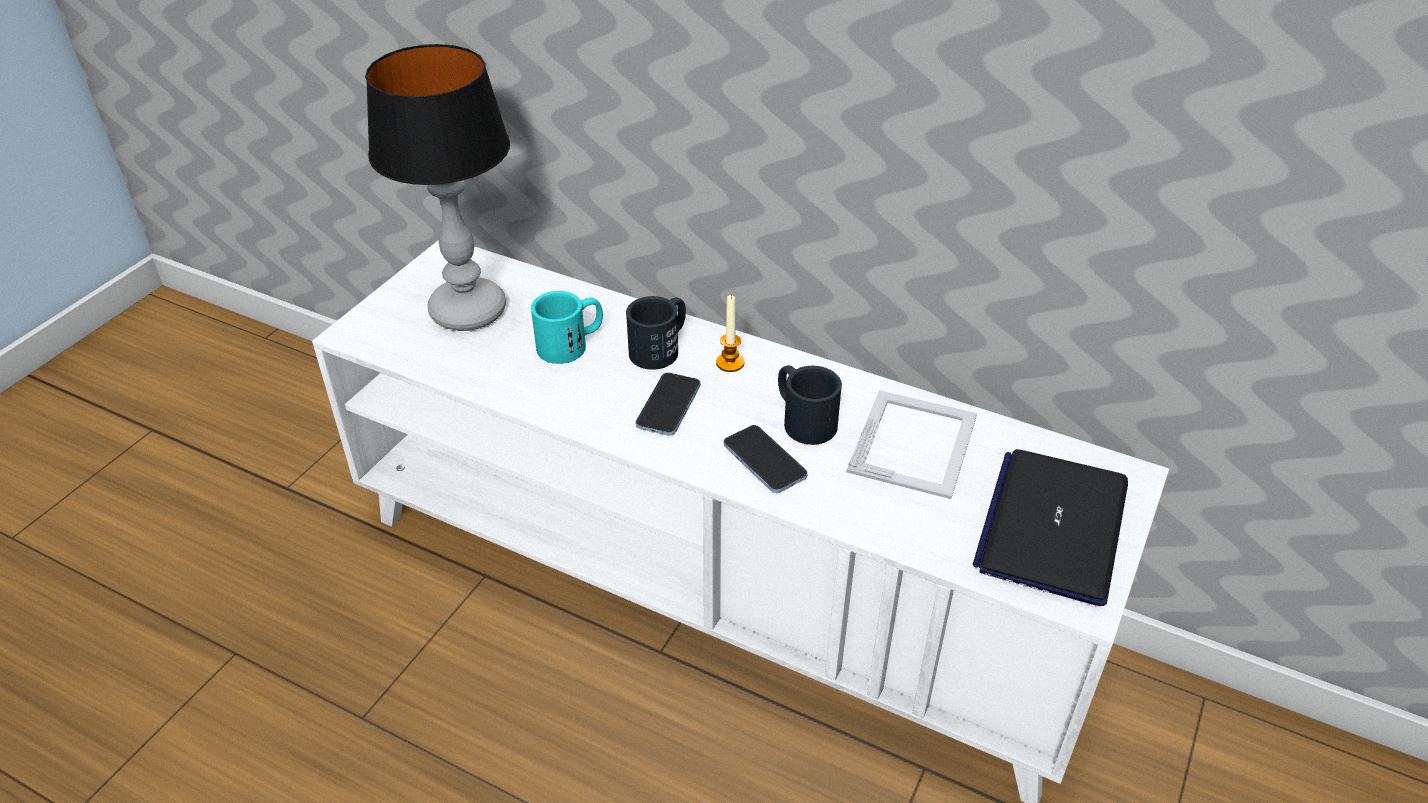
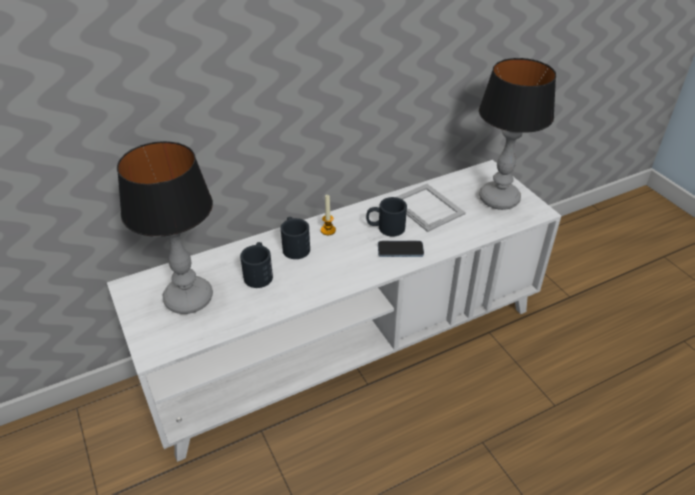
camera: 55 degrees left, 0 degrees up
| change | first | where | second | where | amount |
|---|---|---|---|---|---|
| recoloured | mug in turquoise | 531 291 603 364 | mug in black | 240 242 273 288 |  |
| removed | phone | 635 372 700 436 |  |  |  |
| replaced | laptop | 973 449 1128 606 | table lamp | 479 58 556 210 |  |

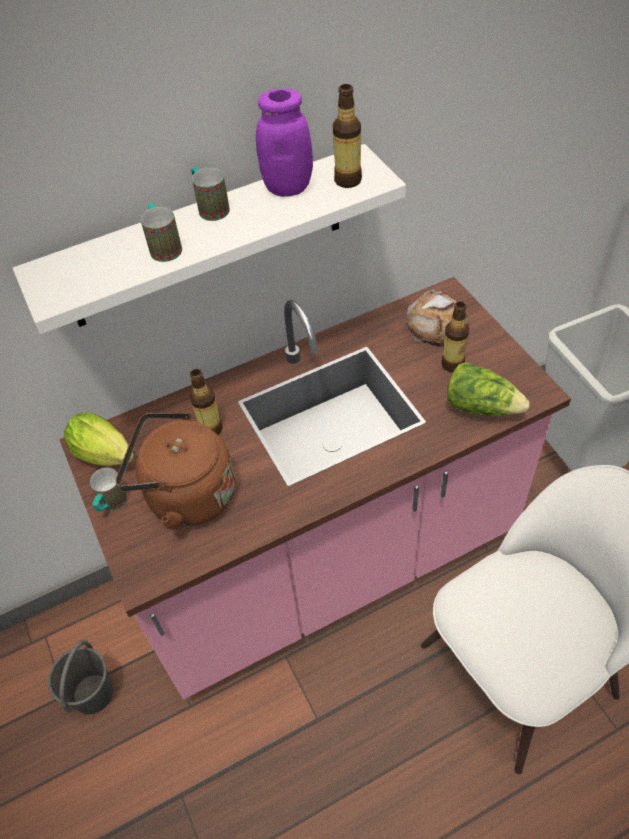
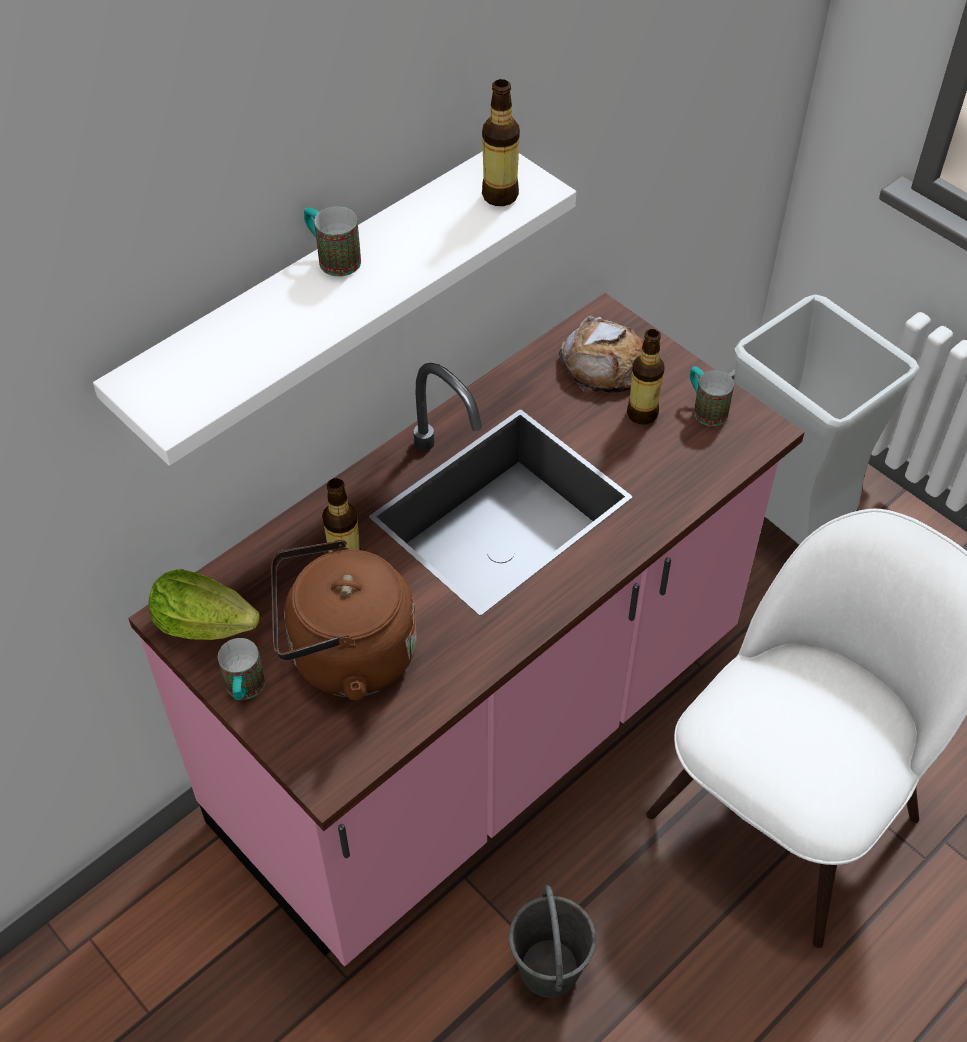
camera: 20 degrees left, 0 degrees up
| change | first | where | second | where | amount |
|---|---|---|---|---|---|
| removed | jar in purple | 256 89 313 197 |  |  |  |
| moved | mug | 141 203 182 262 |  | 690 366 734 426 |  |
| removed | lettuce | 447 362 530 416 |  |  |  |
| moved | bucket in grey | 48 640 113 714 |  | 509 885 596 998 |  |

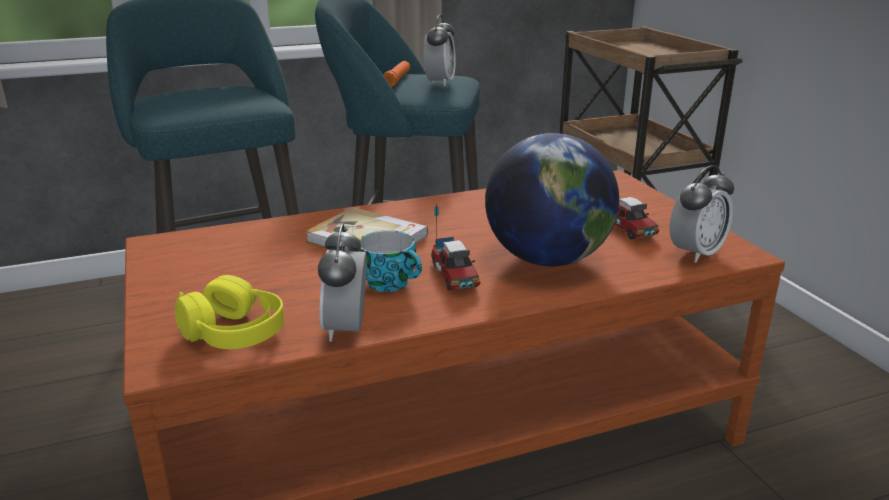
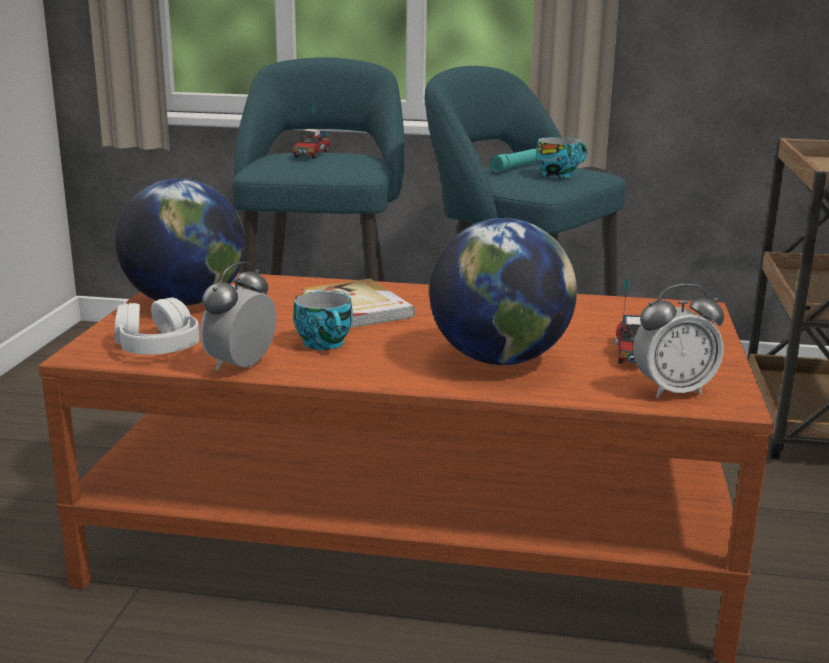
camera: 30 degrees right, 5 degrees down
| change | first | where | second | where | amount |
|---|---|---|---|---|---|
| replaced | alarm clock | 423 15 456 86 | cup | 537 137 587 178 |  |
| recoloured | flashlight in orange | 383 61 410 87 | flashlight in turquoise | 490 148 538 172 |  |
| moved | toy truck | 431 203 480 290 |  | 292 104 331 159 |  |
| recoloured | headphones in yellow | 175 275 285 349 | headphones in white | 114 298 199 355 |  |
| added |  |  | globe | 115 179 245 306 |  |

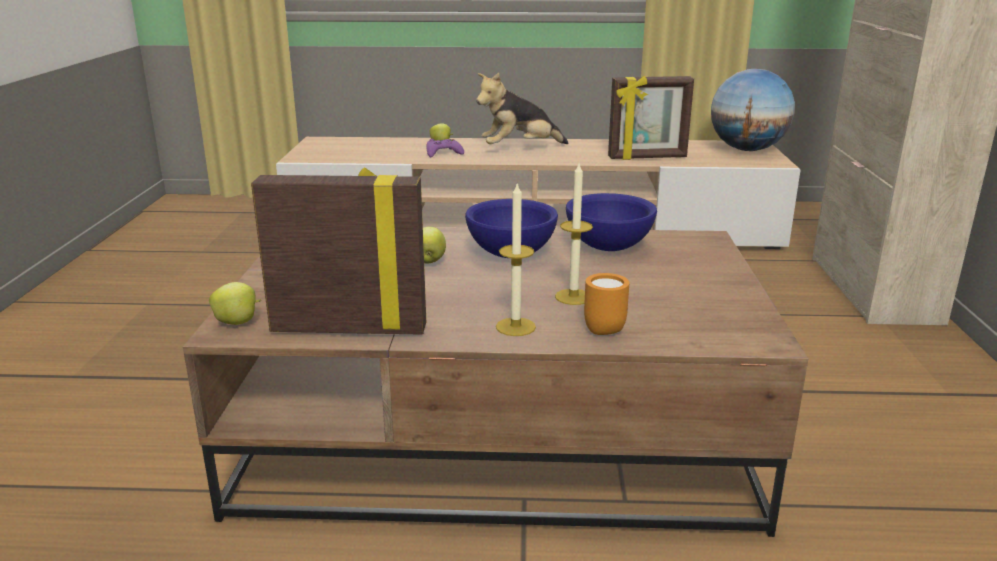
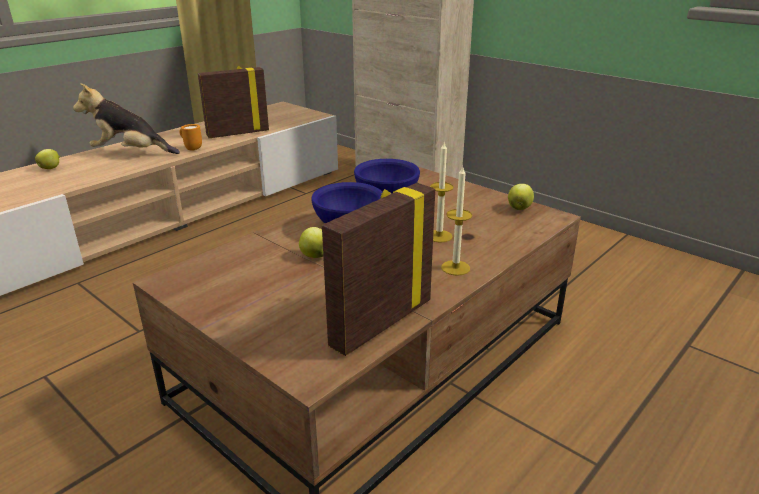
camera: 50 degrees left, 5 degrees up
| change | first | where | second | where | amount |
|---|---|---|---|---|---|
| removed | globe | 711 69 795 151 |  |  |  |
| turned | plush toy | 476 73 568 144 |  | 73 83 180 154 | 75 degrees clockwise |
| turned | picture frame | 608 76 694 160 |  | 198 66 269 138 | 150 degrees counterclockwise |
| removed | game controller in purple | 427 139 464 157 |  |  |  |
| moved | mug in orange | 584 273 629 335 |  | 179 124 202 151 |  |
| moved | apple | 209 282 261 325 |  | 508 184 534 210 |  |

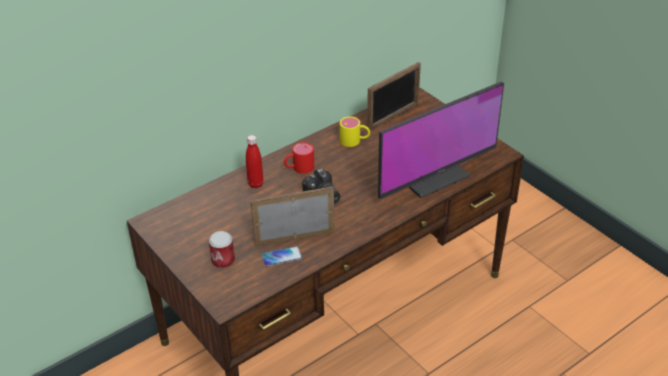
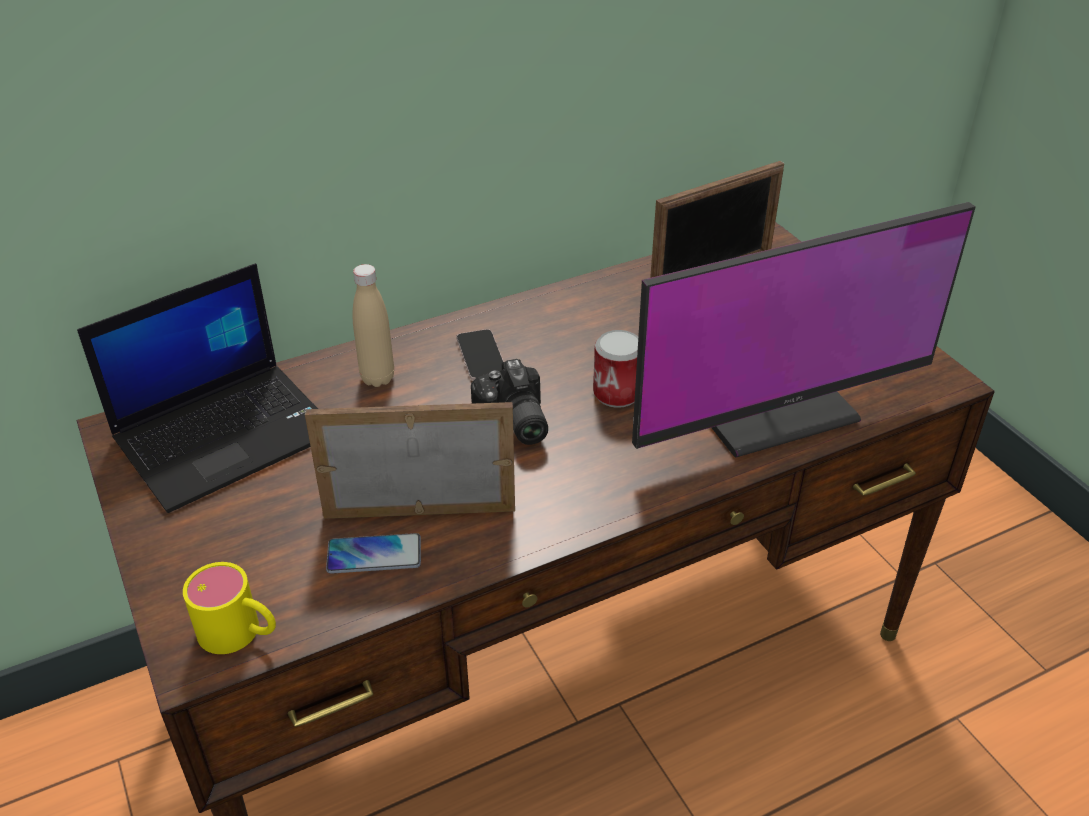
camera: 10 degrees right, 0 degrees up
| change | first | where | second | where | amount |
|---|---|---|---|---|---|
| moved | mug in yellow | 340 116 370 147 |  | 183 562 276 654 |  |
| recoloured | bottle in red | 246 135 263 188 | bottle in beige | 353 264 394 387 |  |
| replaced | mug in red | 284 142 314 174 | phone | 456 329 504 380 |  |
| moved | can | 209 231 235 269 |  | 593 330 638 408 |  |
| added |  |  | laptop | 77 263 318 513 |  |

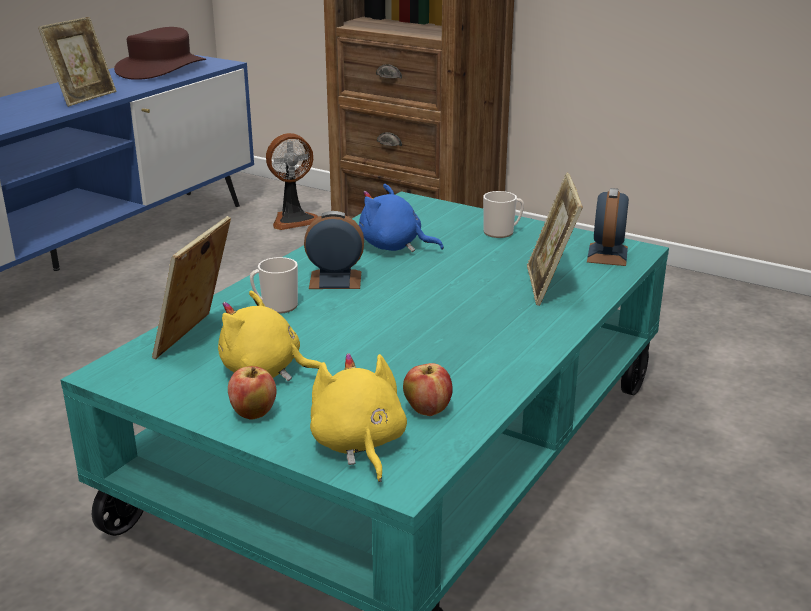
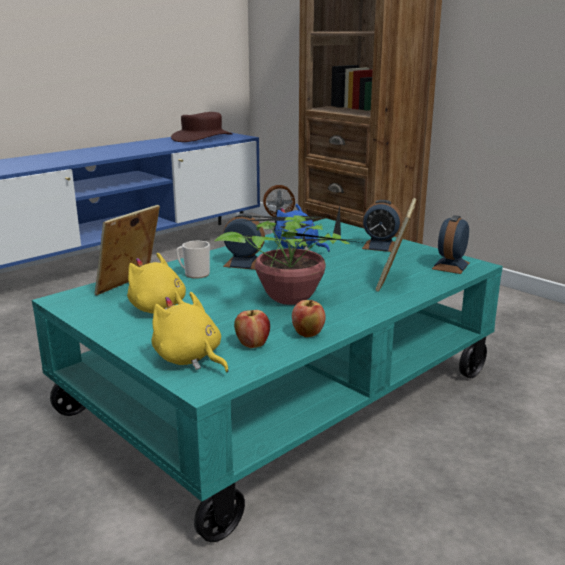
camera: 15 degrees right, 5 degrees down
| change | first | where | second | where | amount |
|---|---|---|---|---|---|
| removed | picture frame | 38 17 116 107 |  |  |  |
| replaced | mug | 483 191 524 238 | alarm clock | 362 200 402 252 |  |
| turned | plush toy in yellow | 310 353 407 482 |  | 151 292 229 372 | 45 degrees counterclockwise |
| moved | apple | 228 366 277 420 |  | 292 300 326 337 |  |
| added |  |  | potted plant | 215 206 362 305 |  |

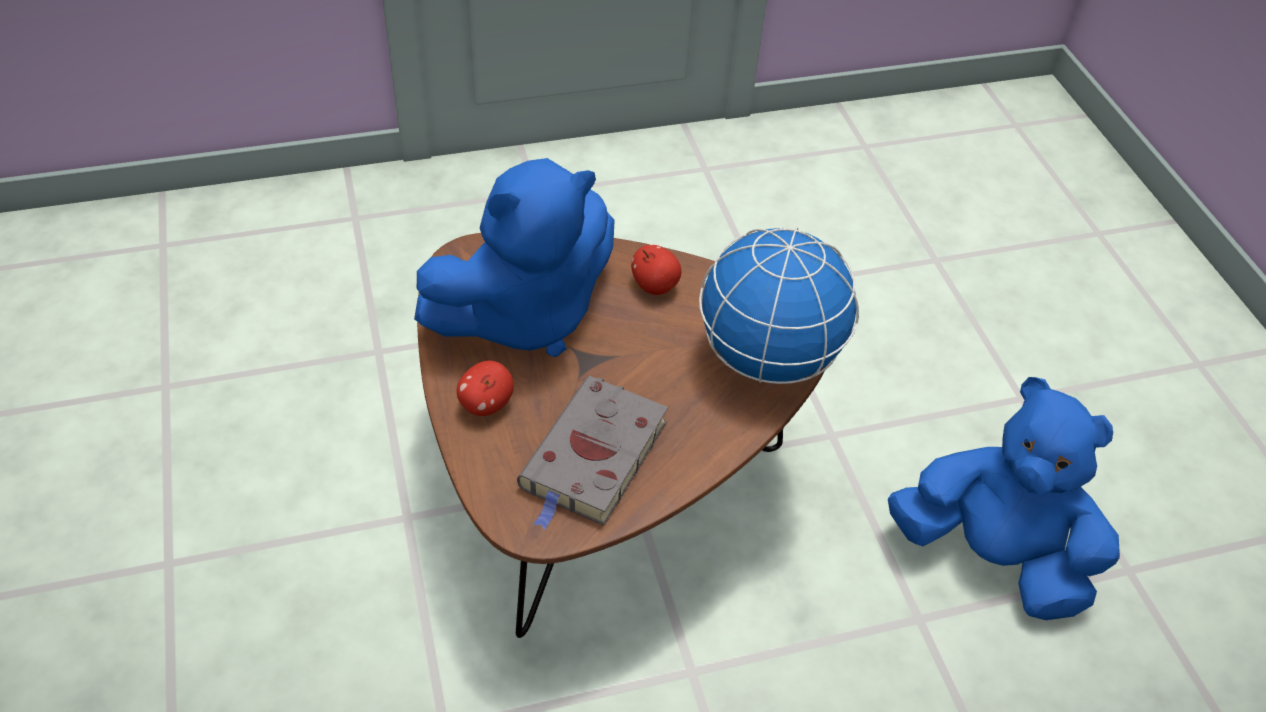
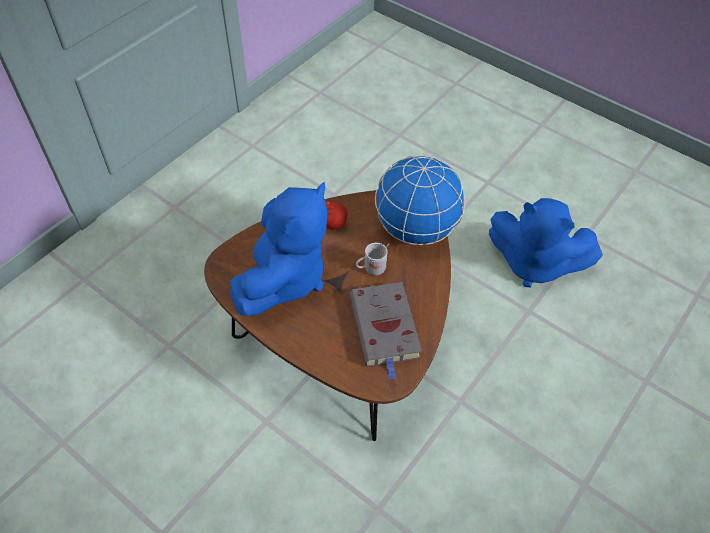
camera: 35 degrees left, 5 degrees up
| change | first | where | second | where | amount |
|---|---|---|---|---|---|
| removed | apple | 457 361 514 416 |  |  |  |
| turned | plush toy in blue | 888 377 1120 620 |  | 489 198 603 287 | 150 degrees counterclockwise |
| added |  |  | mug in white | 356 243 390 276 |  |

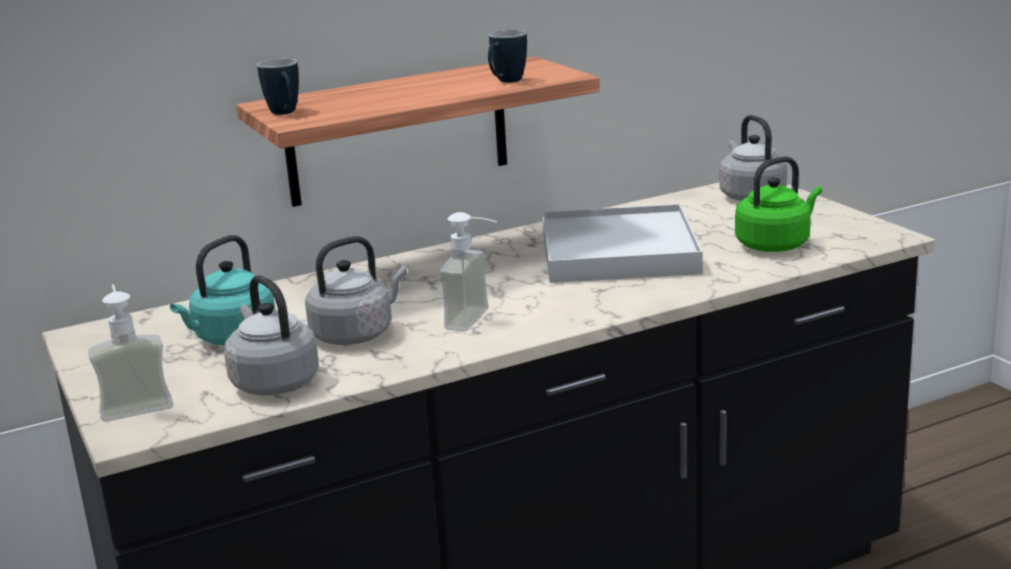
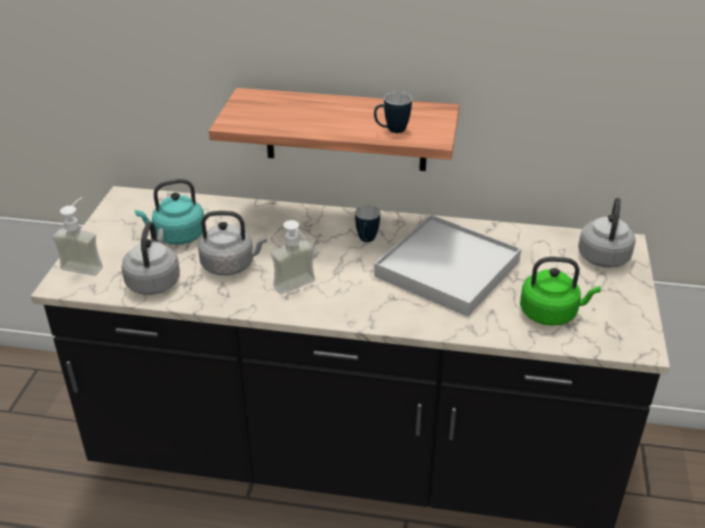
camera: 35 degrees right, 15 degrees up
| change | first | where | second | where | amount |
|---|---|---|---|---|---|
| moved | mug | 257 58 299 115 |  | 355 205 380 242 |  |

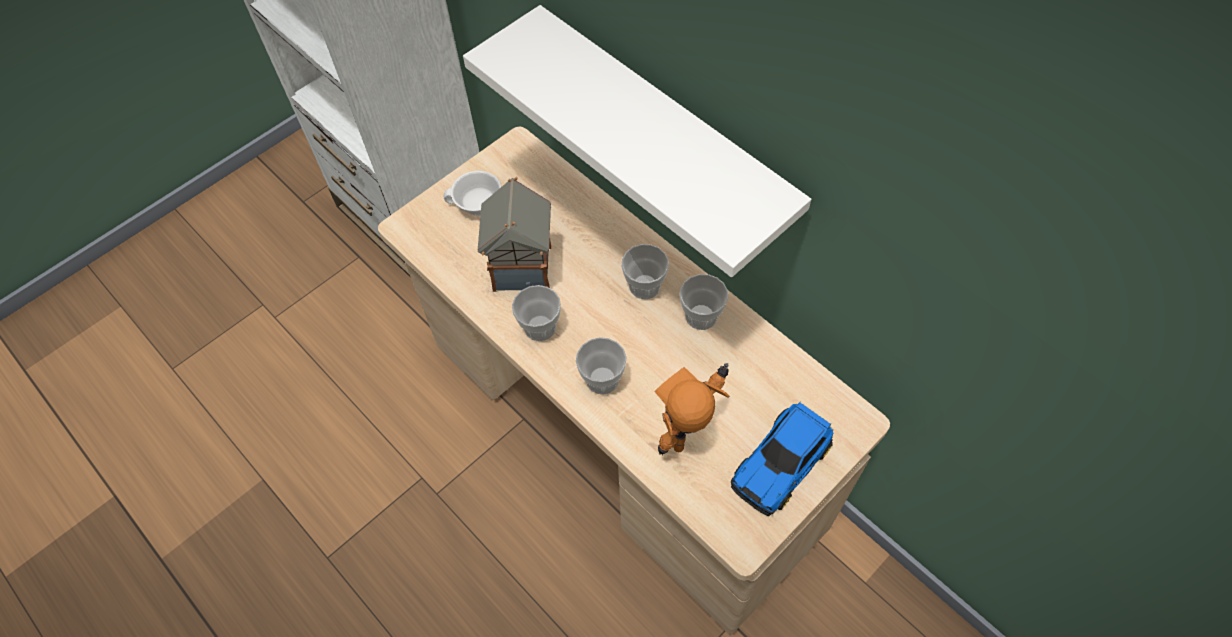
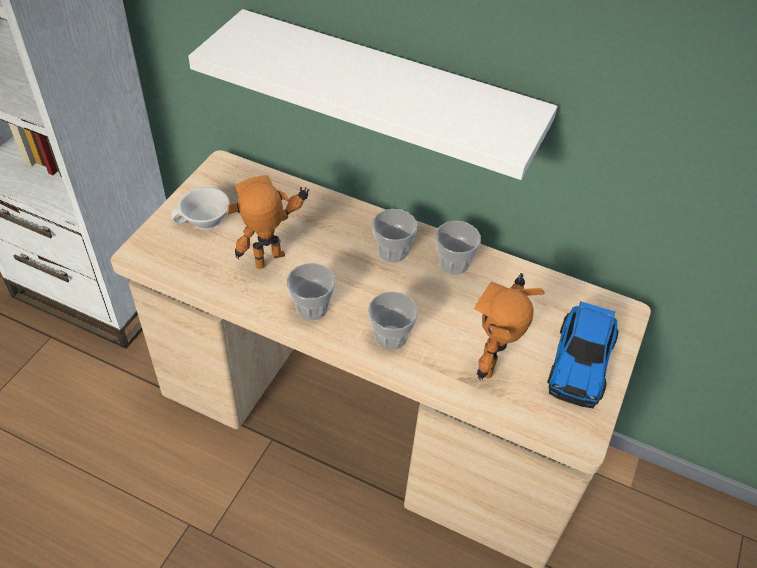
camera: 25 degrees left, 10 degrees down
| change | first | where | second | where | amount |
|---|---|---|---|---|---|
| replaced | toy house | 478 177 551 292 | toy robot | 227 175 310 269 |  |

